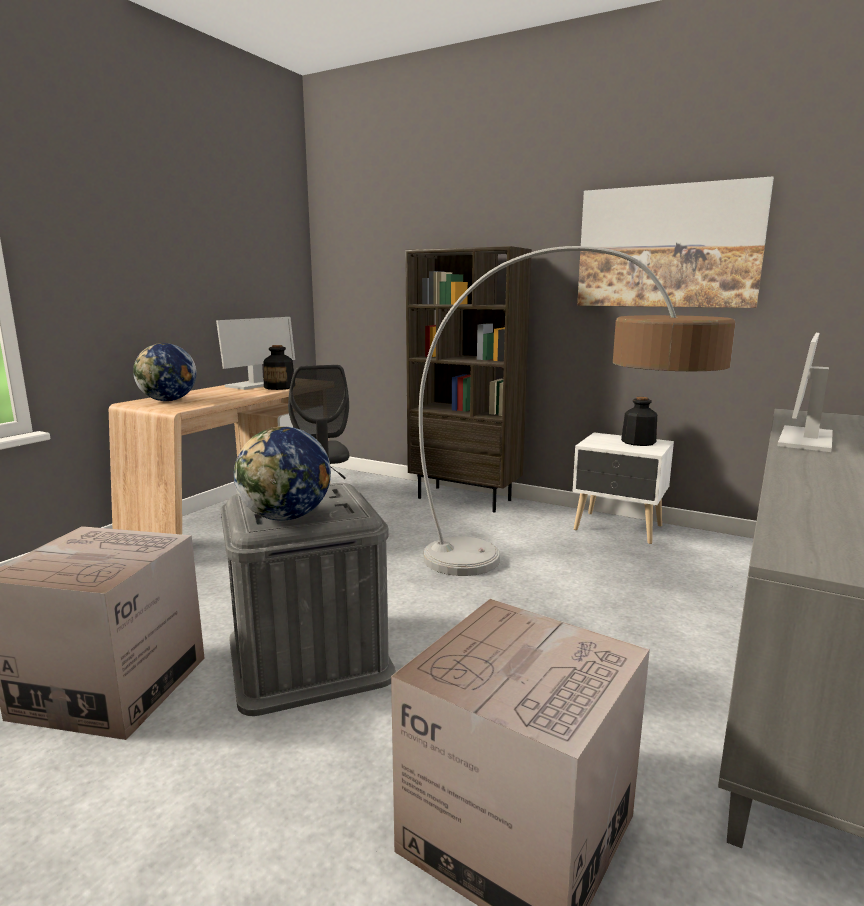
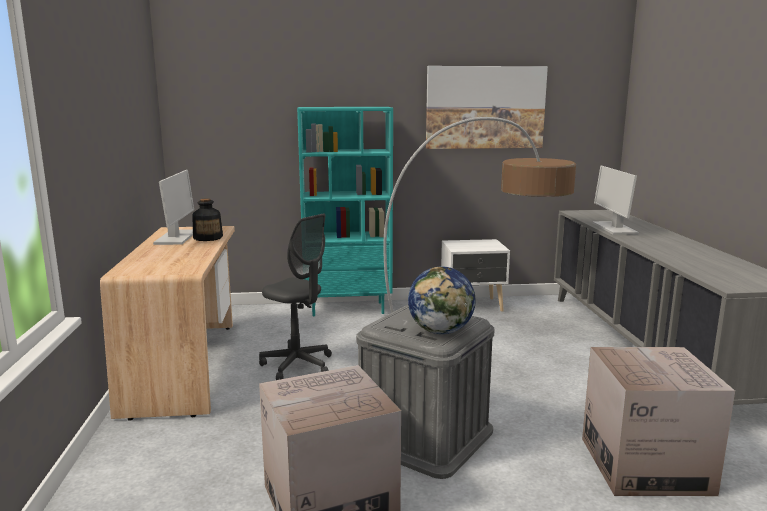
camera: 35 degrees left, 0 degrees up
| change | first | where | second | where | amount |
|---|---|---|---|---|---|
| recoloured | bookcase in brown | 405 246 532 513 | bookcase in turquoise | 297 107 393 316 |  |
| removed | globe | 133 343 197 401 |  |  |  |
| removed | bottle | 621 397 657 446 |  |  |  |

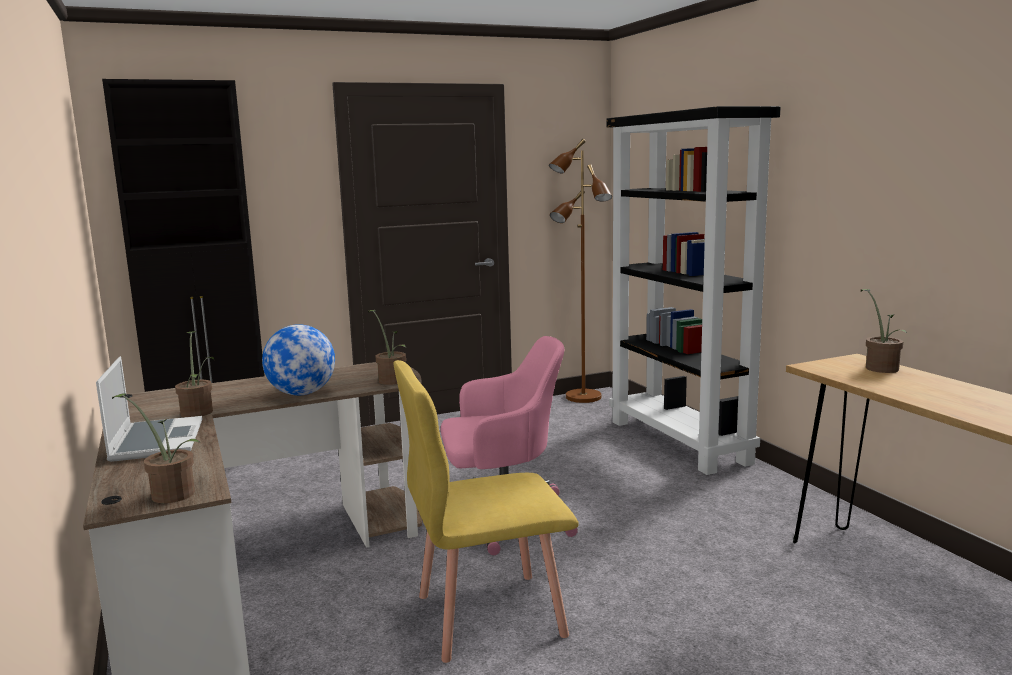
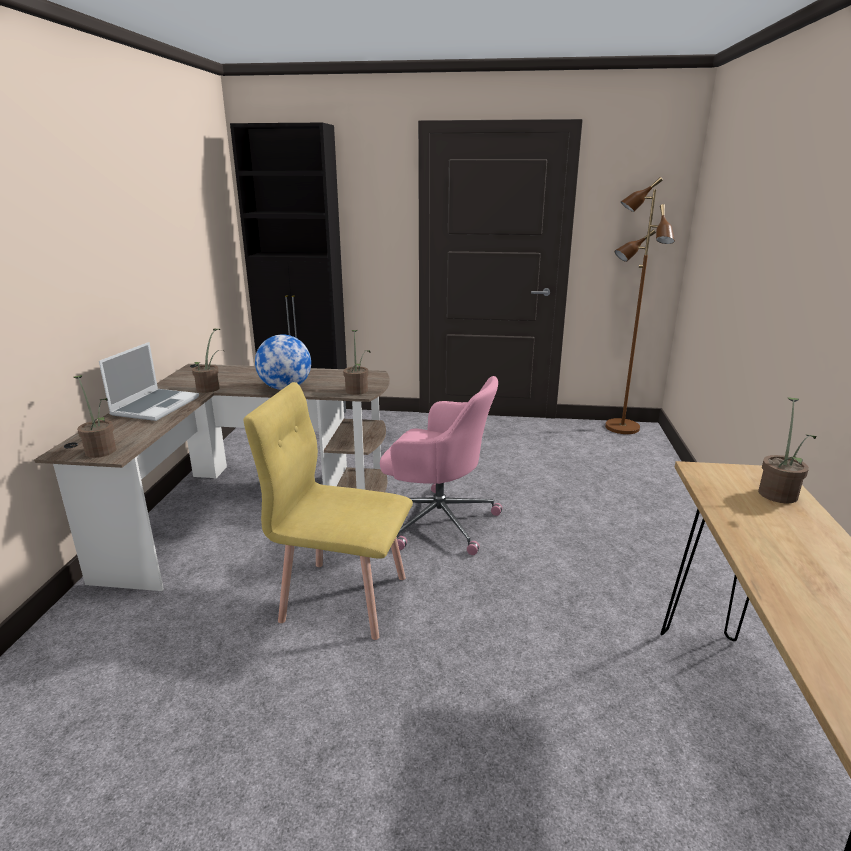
camera: 30 degrees right, 10 degrees up
| change | first | where | second | where | amount |
|---|---|---|---|---|---|
| removed | bookcase in black | 606 106 781 475 |  |  |  |

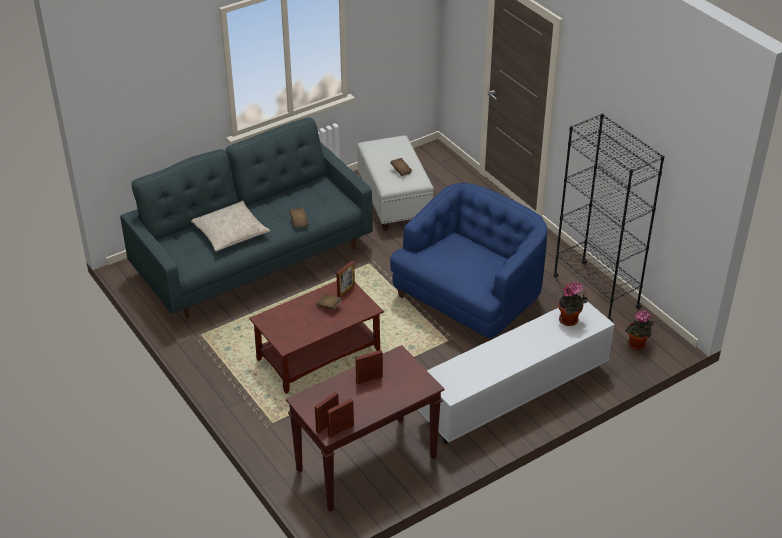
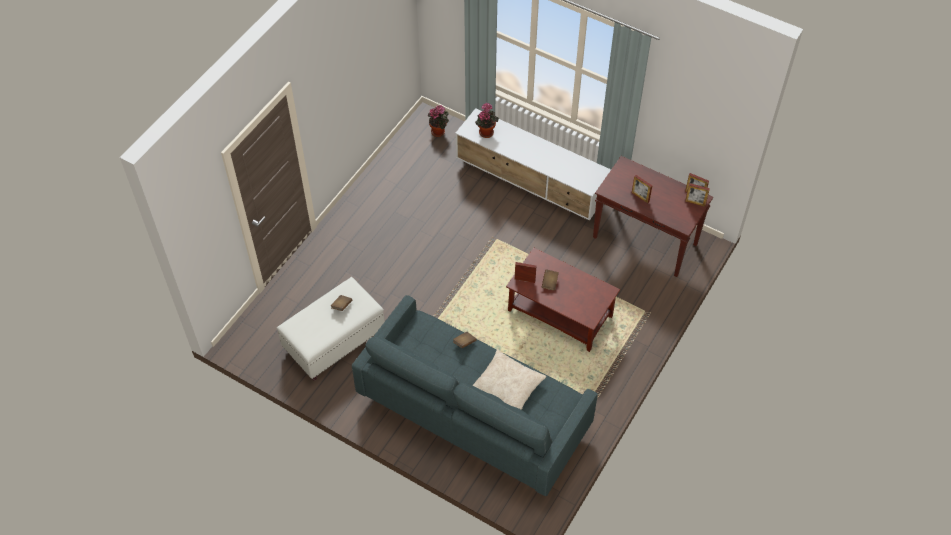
camera: 115 degrees left, 15 degrees up
| change | first | where | second | where | amount |
|---|---|---|---|---|---|
| removed | bookcase in black | 553 113 665 322 |  |  |  |
| removed | armchair in blue | 390 183 547 343 |  |  |  |

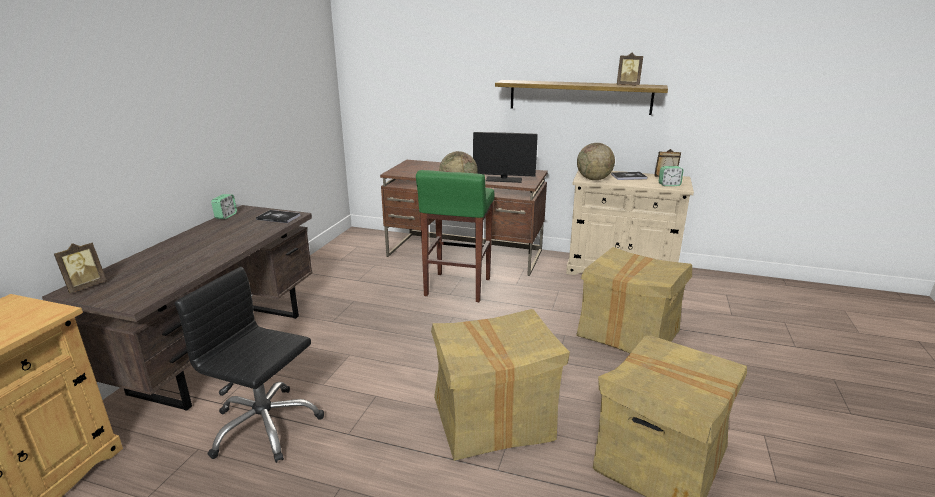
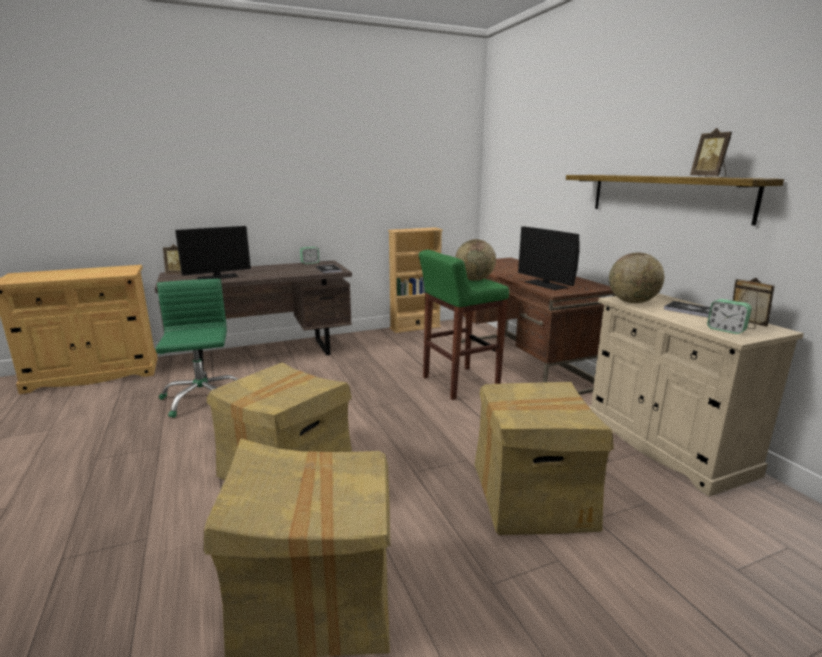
camera: 50 degrees right, 5 degrees down
| change | first | where | second | where | amount |
|---|---|---|---|---|---|
| recoloured | office chair in black | 175 267 324 463 | office chair in green | 155 279 238 418 |  |
| added |  |  | monitor | 175 226 251 280 |  |
| added |  |  | bookcase in beige | 388 227 443 333 |  |

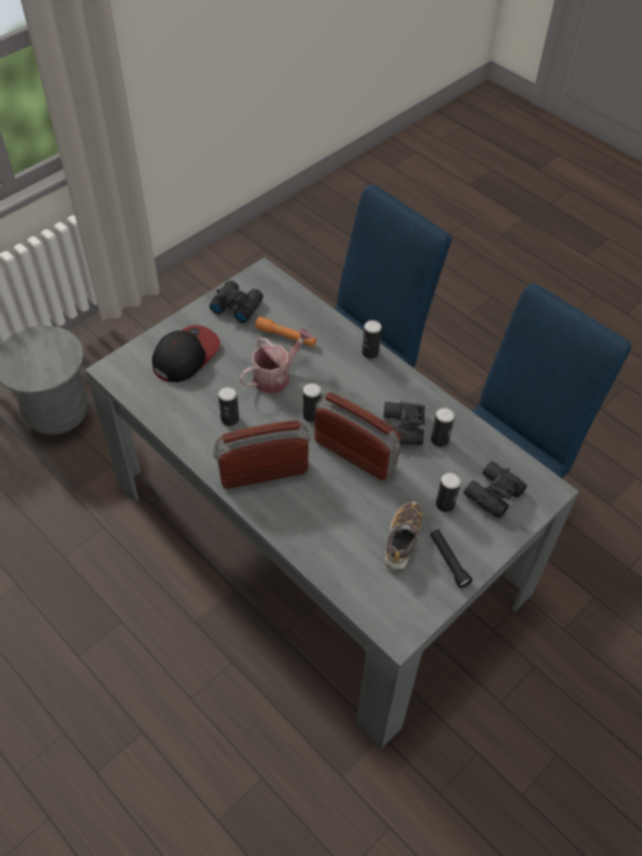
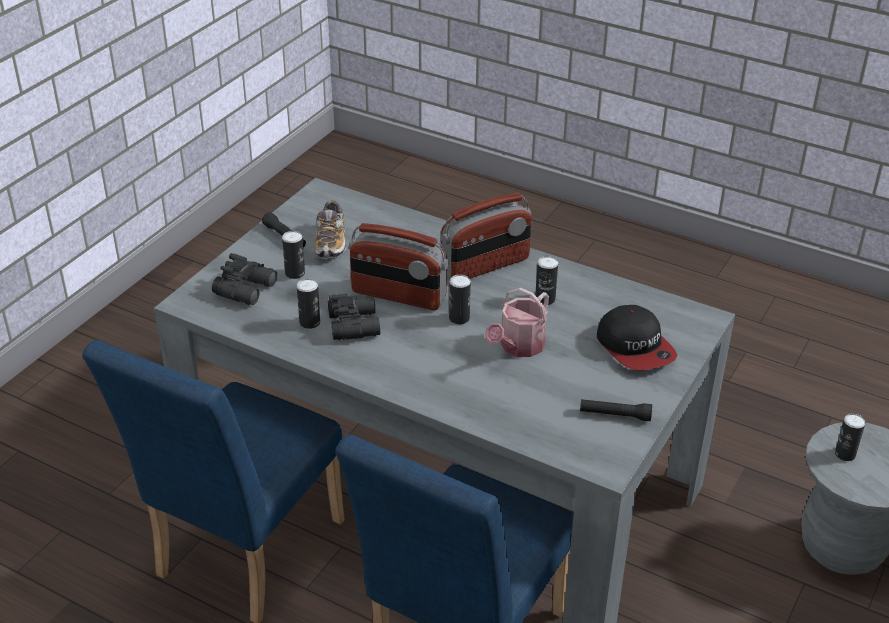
camera: 165 degrees right, 15 degrees down
| change | first | where | second | where | amount |
|---|---|---|---|---|---|
| replaced | binoculars in black | 209 280 263 323 | flashlight in black | 580 399 652 421 |  |
| removed | flashlight in orange | 255 316 316 347 |  |  |  |
| moved | can | 362 320 382 359 |  | 835 414 865 461 |  |
| turned | cap | 152 325 220 382 |  | 597 305 677 370 | 45 degrees counterclockwise |

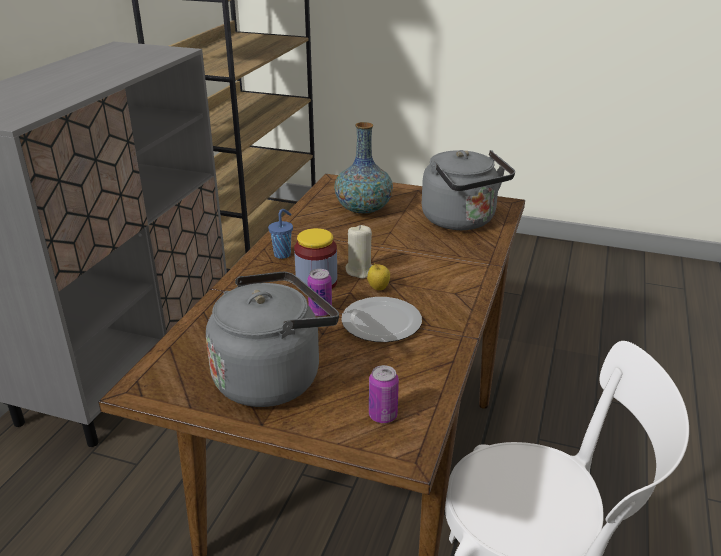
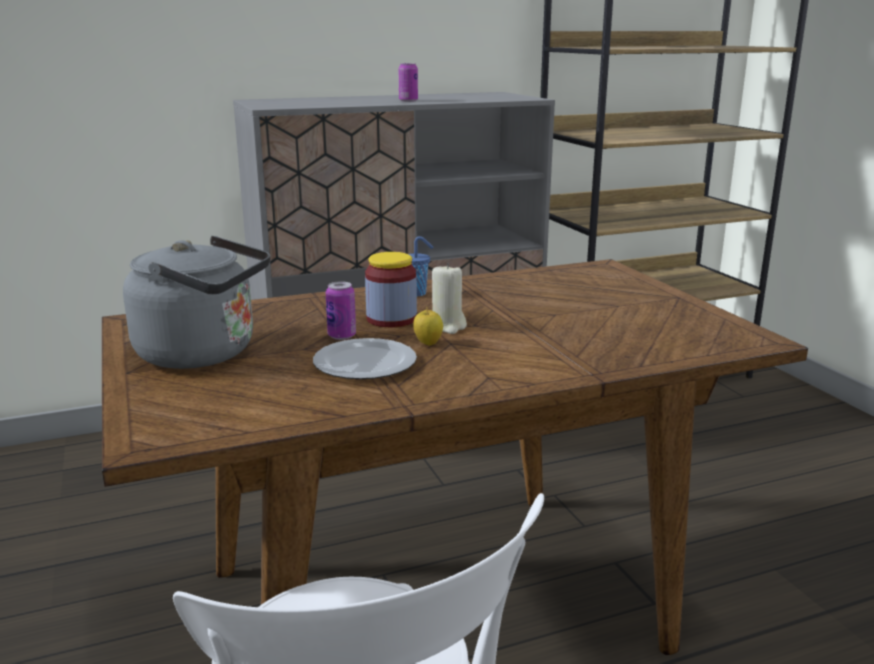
camera: 50 degrees right, 10 degrees down
| change | first | where | second | where | amount |
|---|---|---|---|---|---|
| removed | vase | 334 122 393 215 |  |  |  |
| removed | kettle in grey | 422 150 515 230 |  |  |  |
| moved | can | 369 365 399 423 |  | 399 63 418 102 |  |

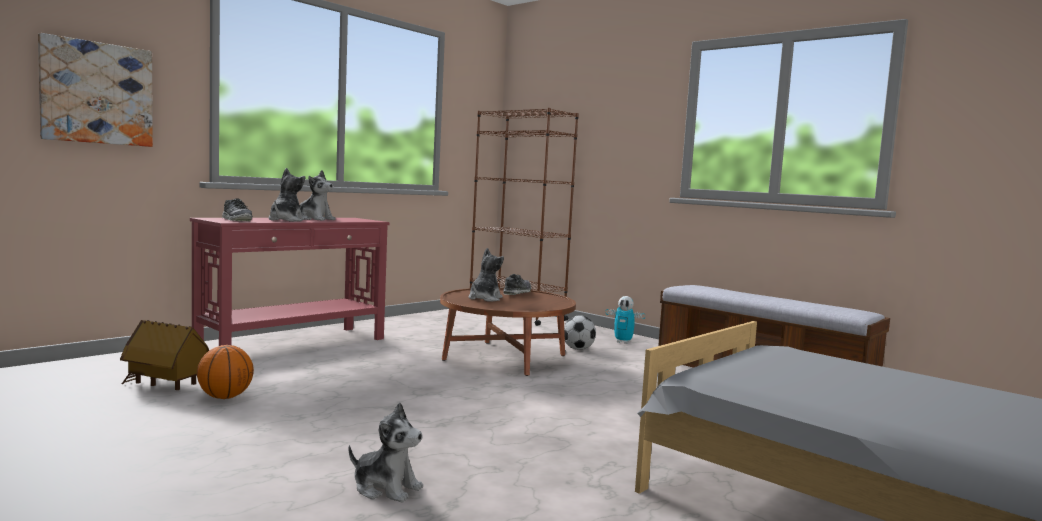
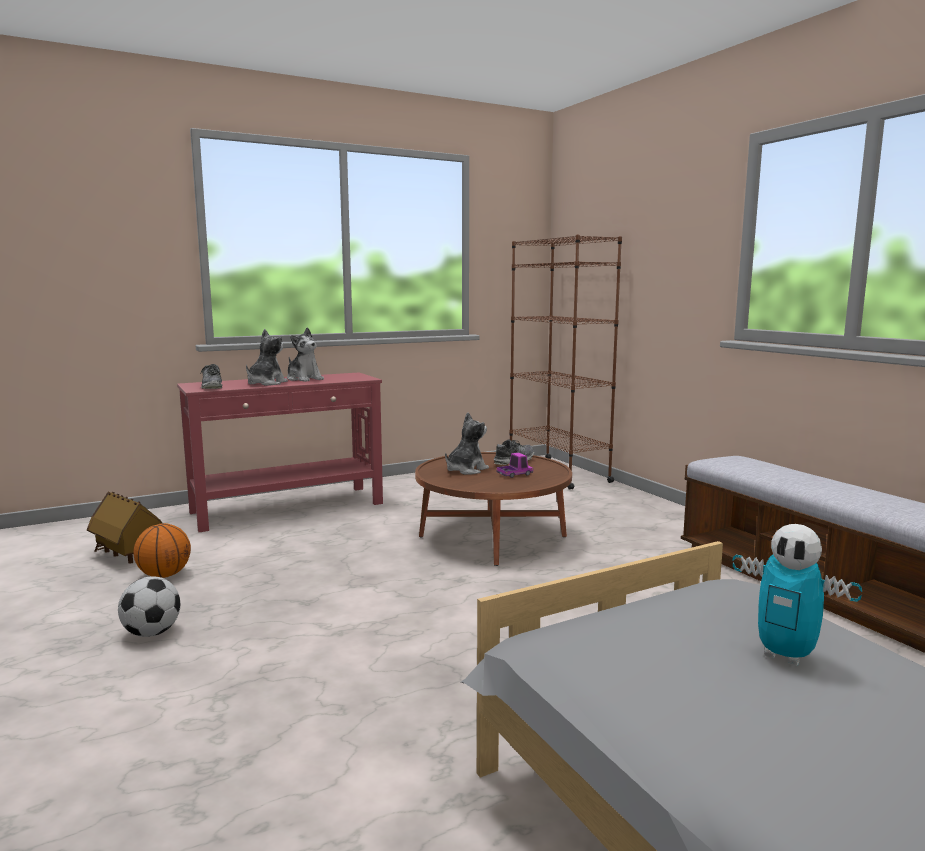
camera: 20 degrees right, 5 degrees up
| change | first | where | second | where | amount |
|---|---|---|---|---|---|
| removed | picture | 38 33 153 147 |  |  |  |
| moved | toy robot | 606 296 646 344 |  | 733 524 862 666 |  |
| moved | football | 564 315 596 350 |  | 118 576 180 637 |  |
| removed | plush toy | 349 402 423 502 |  |  |  |
| added |  |  | toy truck | 497 453 533 478 |  |

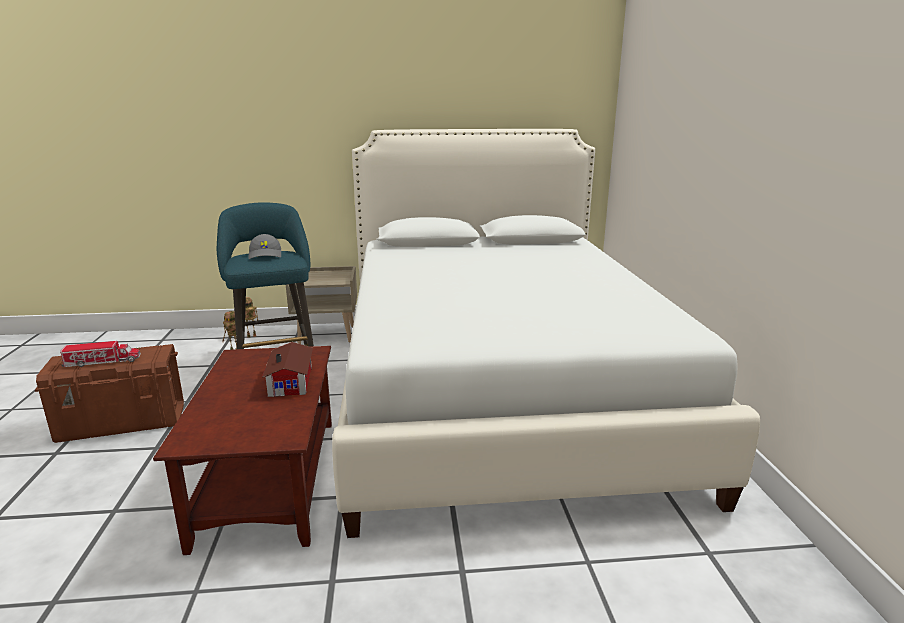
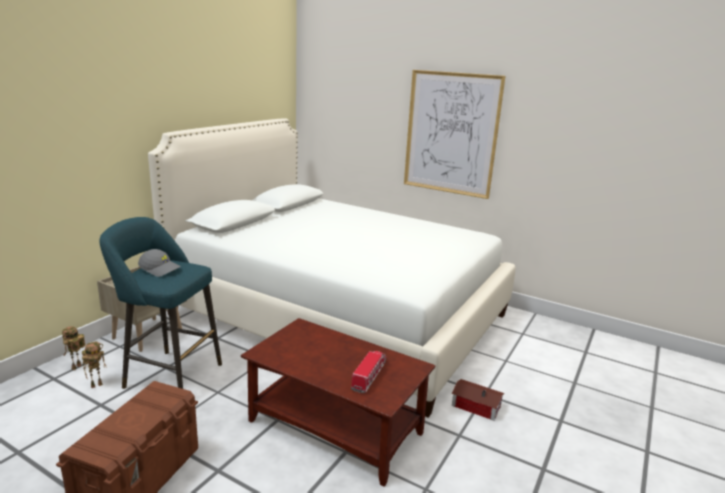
camera: 55 degrees left, 0 degrees up
| change | first | where | second | where | amount |
|---|---|---|---|---|---|
| moved | toy truck | 60 341 141 367 |  | 351 351 387 393 |  |
| moved | toy house | 262 342 313 397 |  | 452 379 504 421 |  |
| added |  |  | picture | 404 70 506 199 |  |

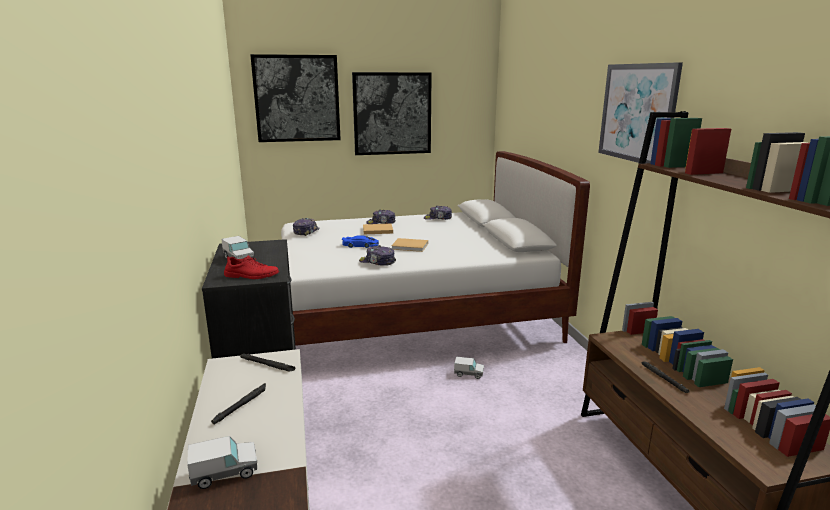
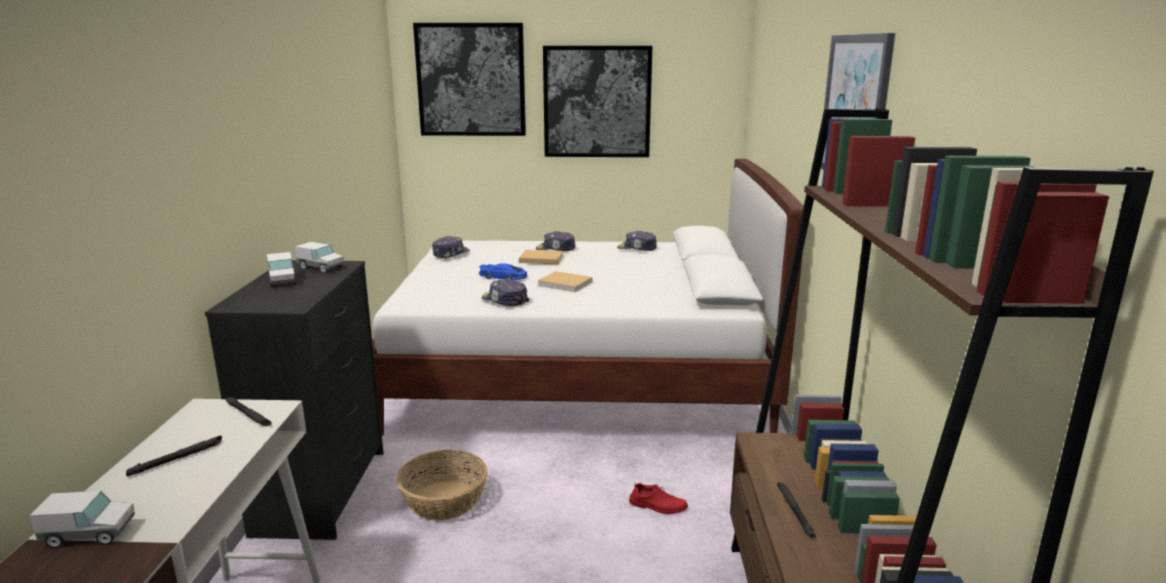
camera: 15 degrees right, 0 degrees up
| change | first | where | second | where | amount |
|---|---|---|---|---|---|
| moved | shoe in red | 224 256 279 279 |  | 629 483 688 514 |  |
| moved | toy truck | 454 357 484 379 |  | 295 242 344 273 |  |
| added |  |  | basket | 397 450 487 521 |  |

